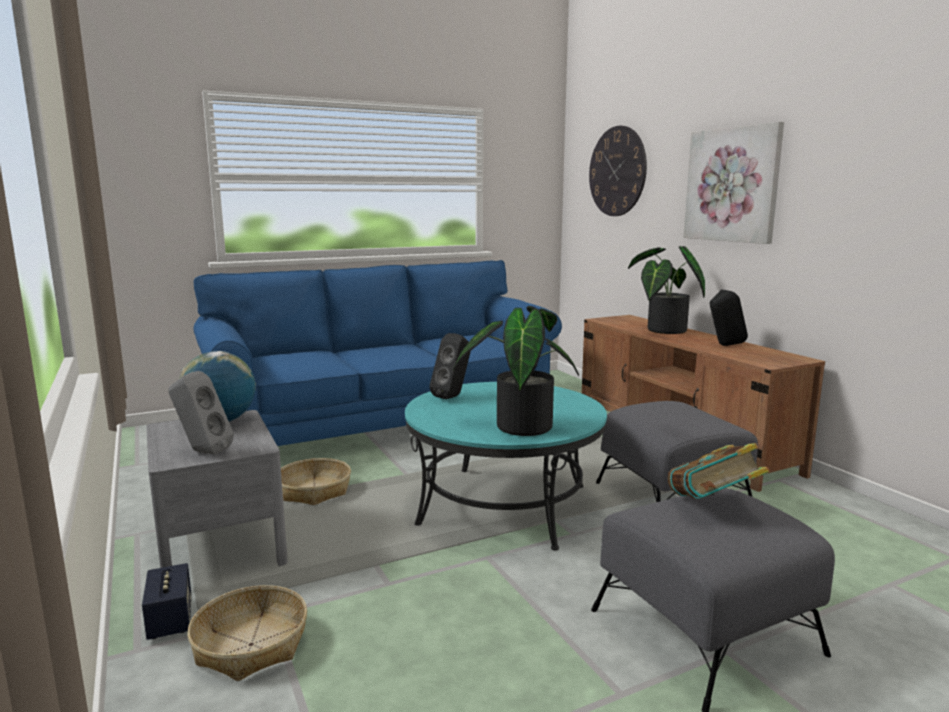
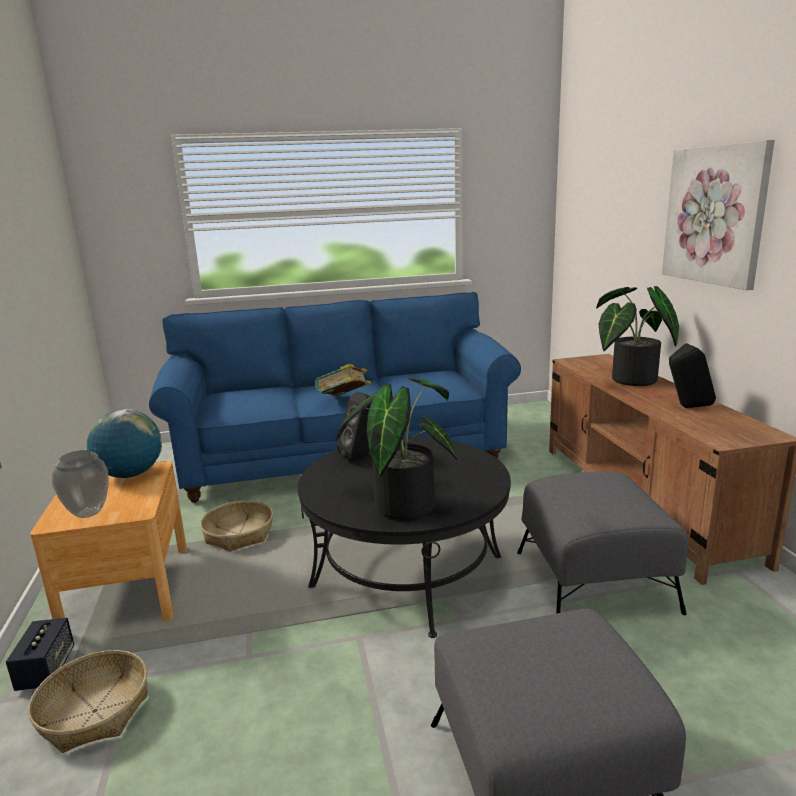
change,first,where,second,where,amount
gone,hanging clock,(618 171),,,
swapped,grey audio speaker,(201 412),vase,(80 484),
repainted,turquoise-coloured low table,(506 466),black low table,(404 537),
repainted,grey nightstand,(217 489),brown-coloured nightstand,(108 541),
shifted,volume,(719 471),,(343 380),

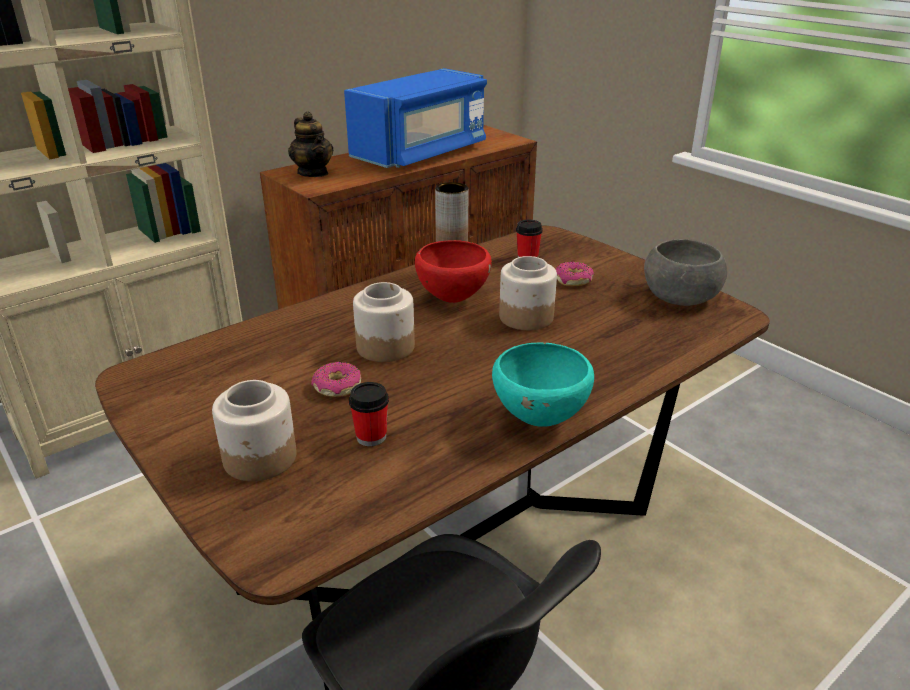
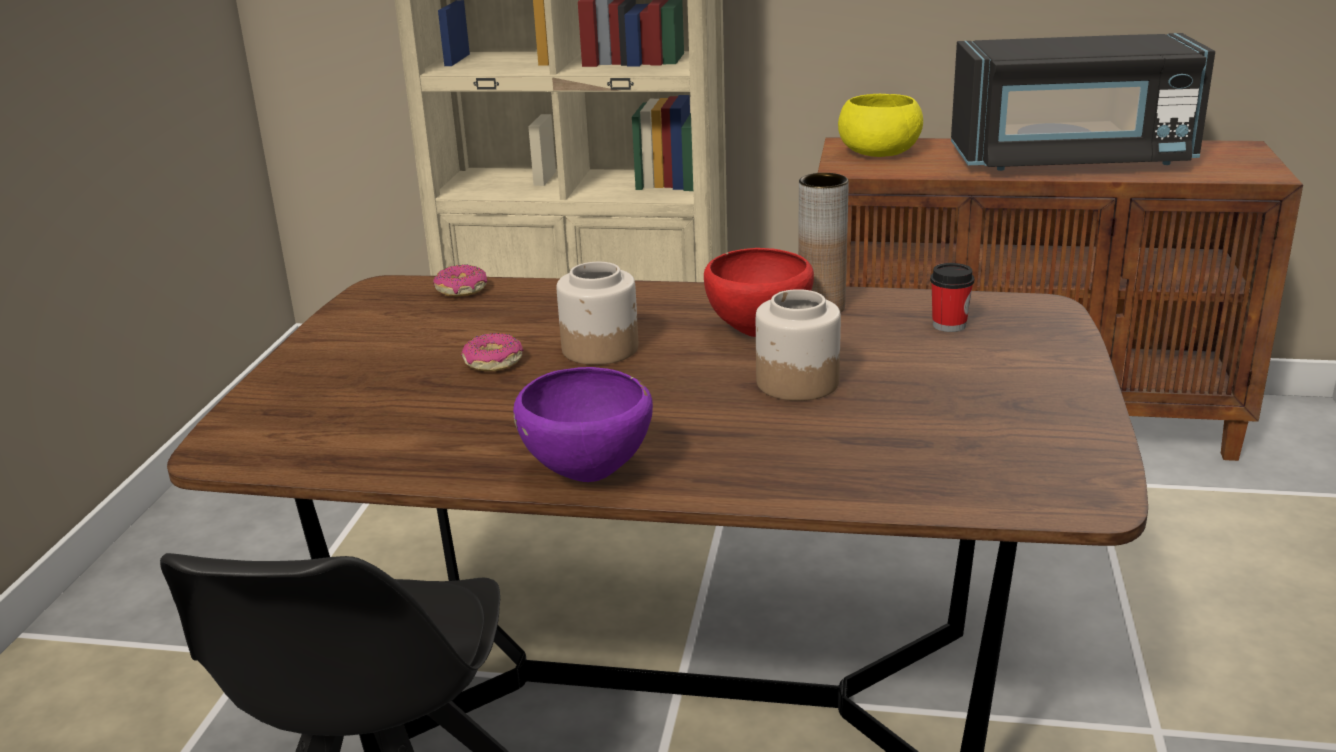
change,first,where,second,where,amount
repainted,blue microwave oven,(415 118),black microwave oven,(1083 102),
swapped,pot for tea,(311 144),yellow-coloured bowl,(880 125),
gone,grey bowl,(685 272),,,
shifted,doughnut,(575 273),,(460 280),
repainted,turquoise-coloured bowl,(543 385),purple bowl,(583 424),
gone,storage jar,(254 430),,,
gone,drinking cup,(369 414),,,

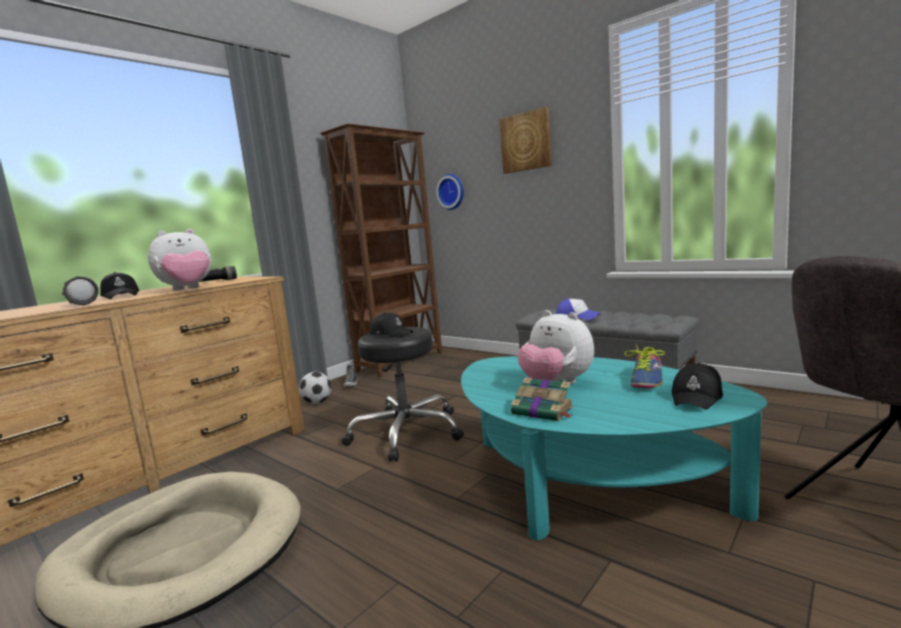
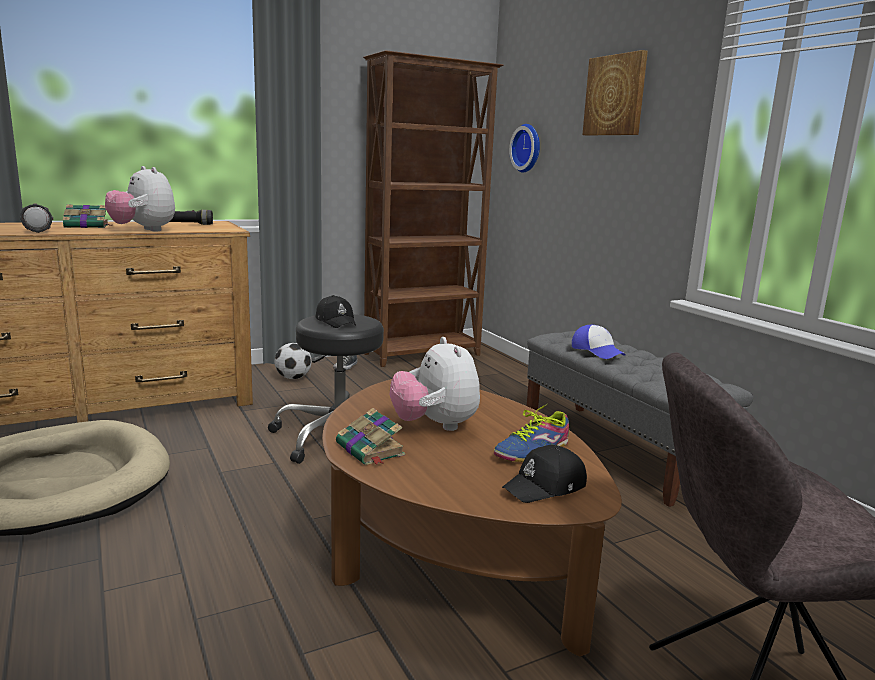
change,first,where,second,where,amount
rotated,plush toy,(180 260),,(140 198),60 degrees clockwise
swapped,black baseball cap,(119 285),volume,(88 216),
repainted,turquoise-coloured low table,(614 448),brown-coloured low table,(472 517),

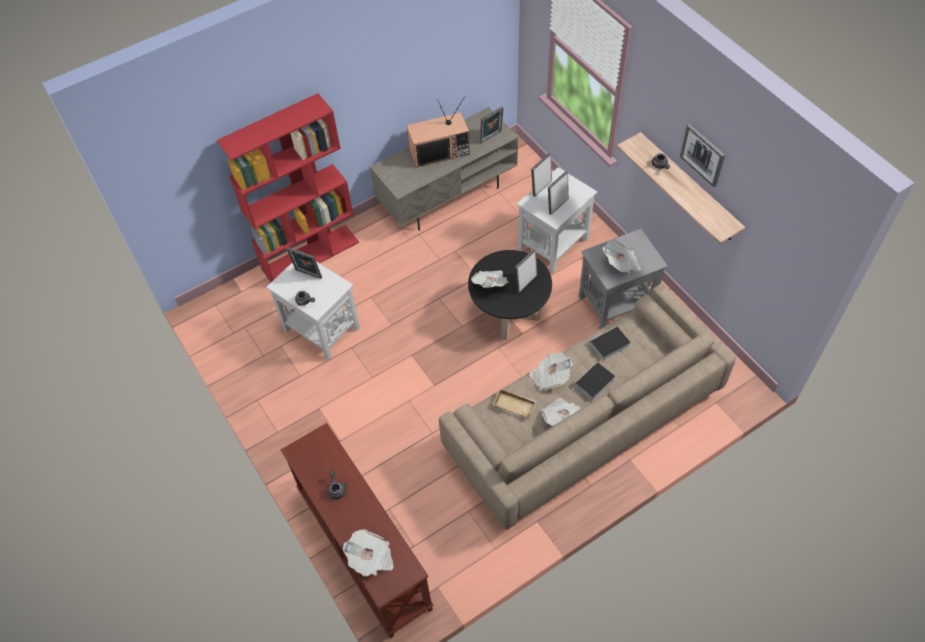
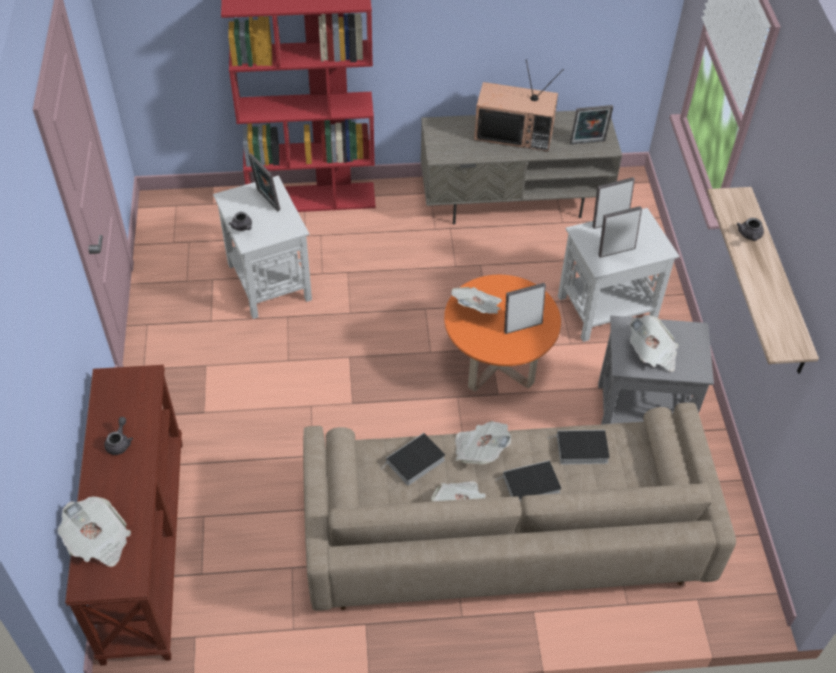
change,first,where,second,where,amount
gone,picture,(702 155),,,
repainted,black low table,(510 294),orange low table,(502 333),
swapped,beige-coloured tray,(515 403),volume,(412 459),

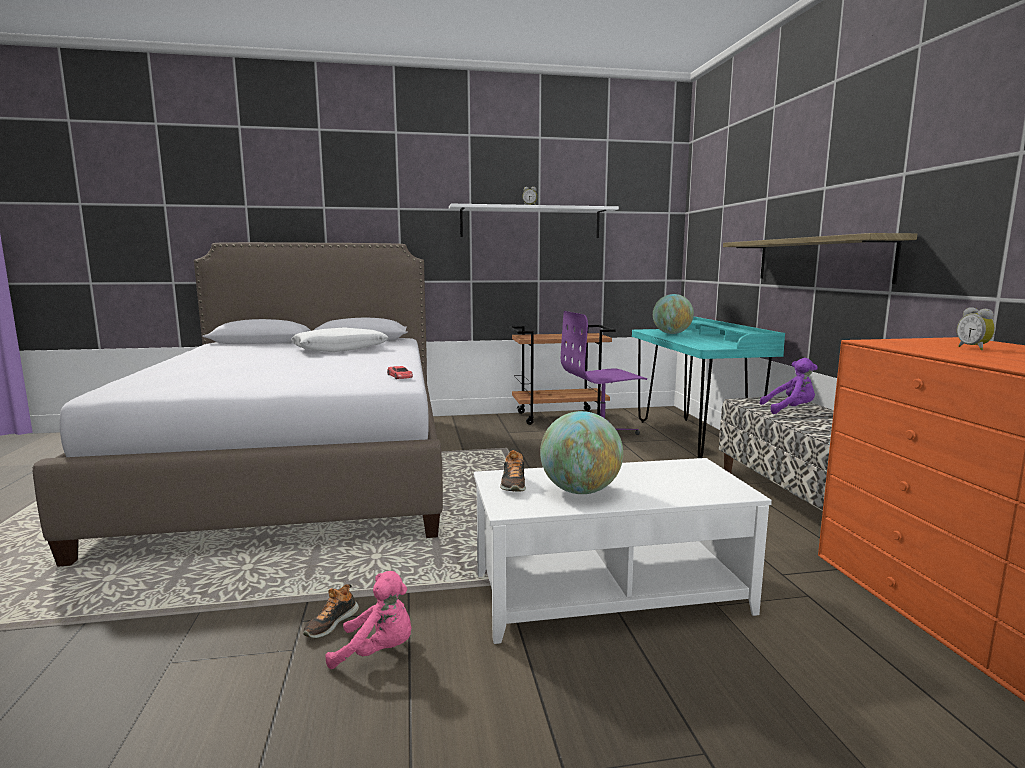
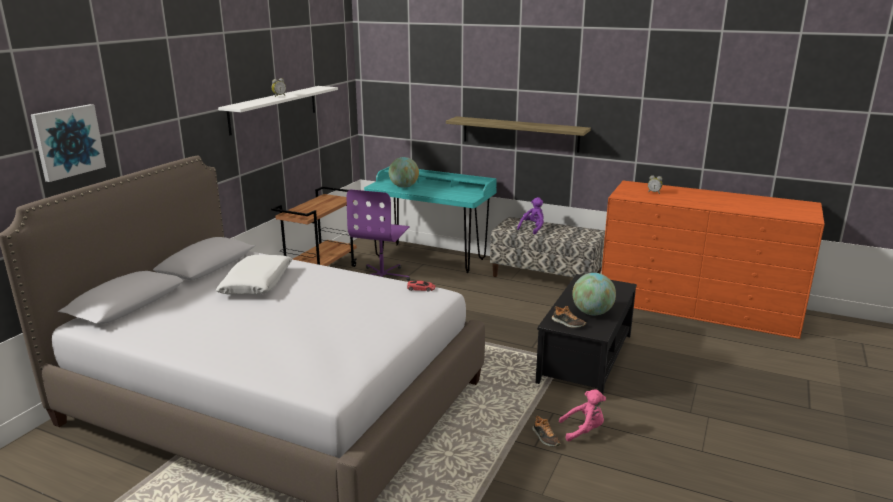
change,first,where,second,where,amount
repainted,white low table,(623 551),black low table,(586 334),
rotated,pinkish plush toy,(368 620),,(582 415),45 degrees clockwise
new,,,picture,(68 143),

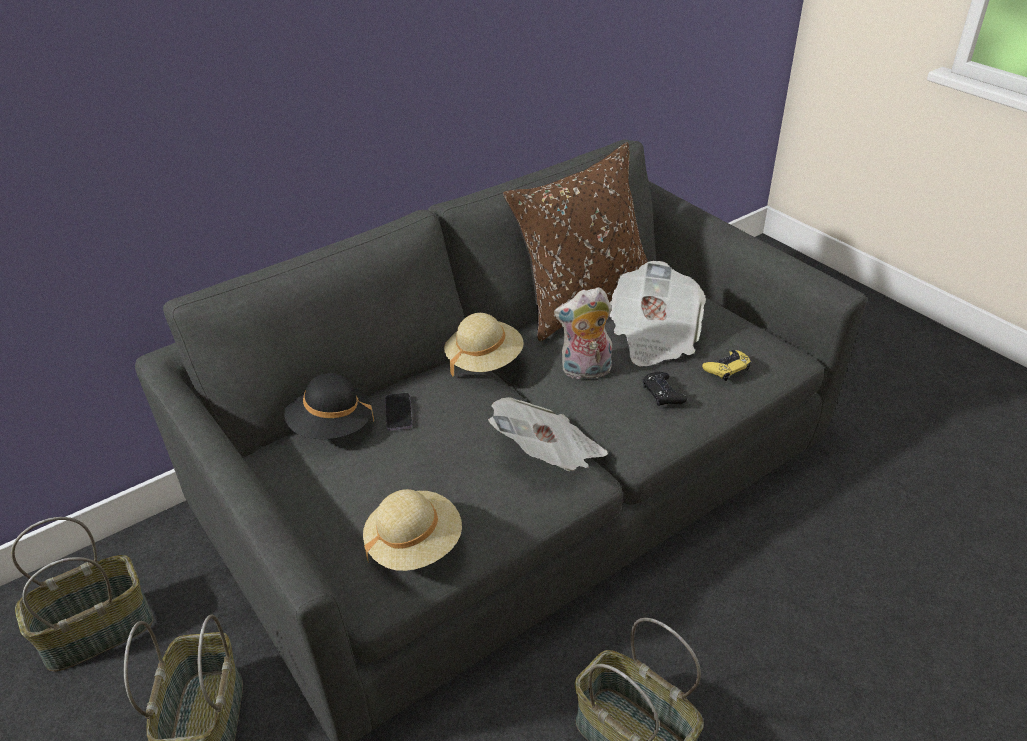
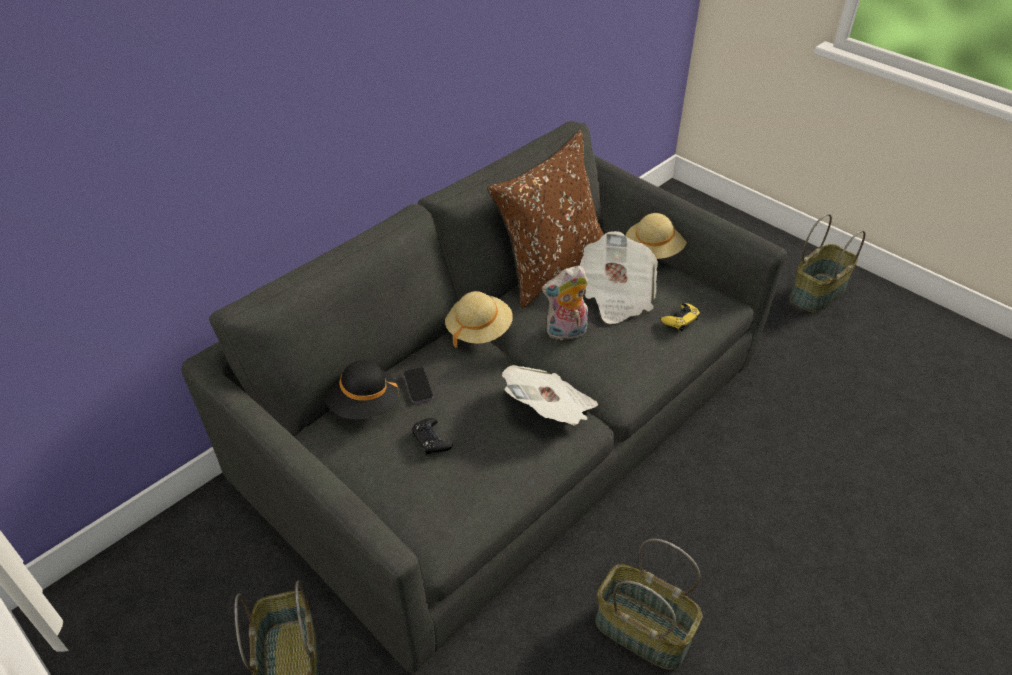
change,first,where,second,where,amount
shifted,black gamepad,(665 389),,(432 436),
shifted,beige-coloured clothing hat,(412 530),,(656 236),
shifted,basket,(82 594),,(828 263),

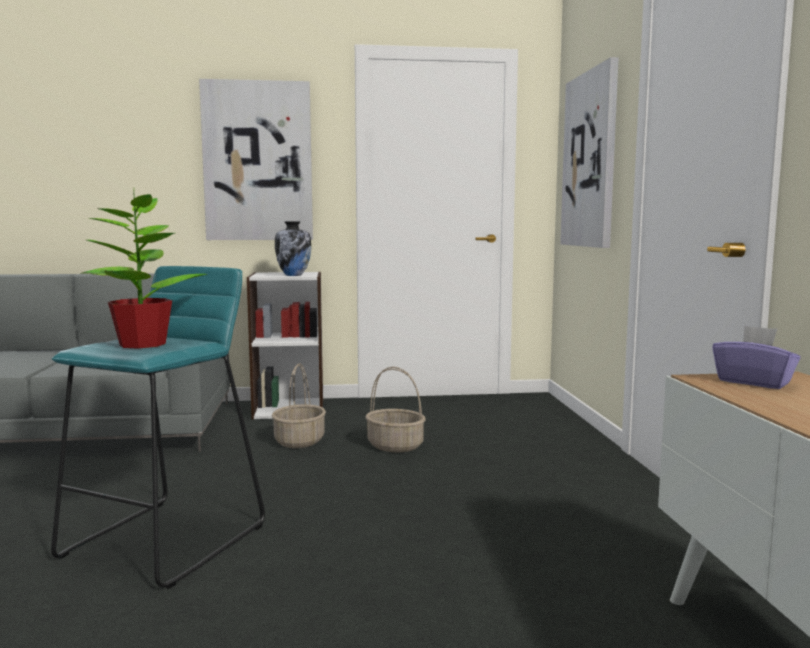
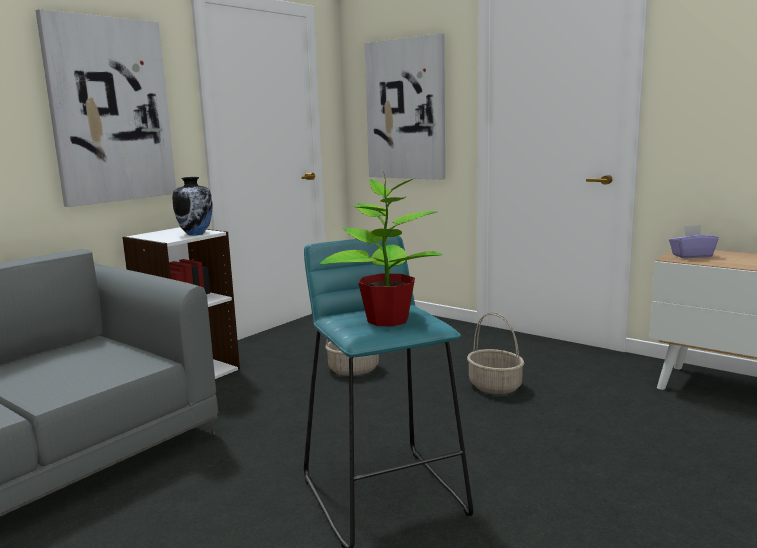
change,first,where,second,where,amount
shifted,basket,(299 405),,(495 353),

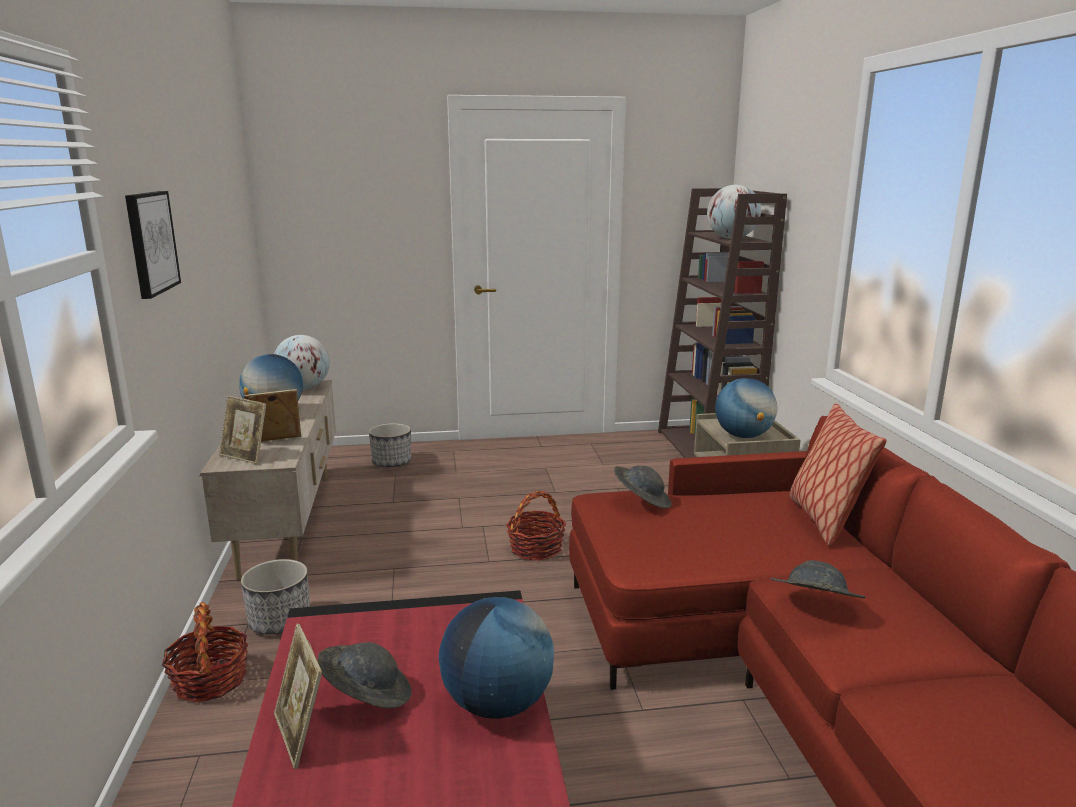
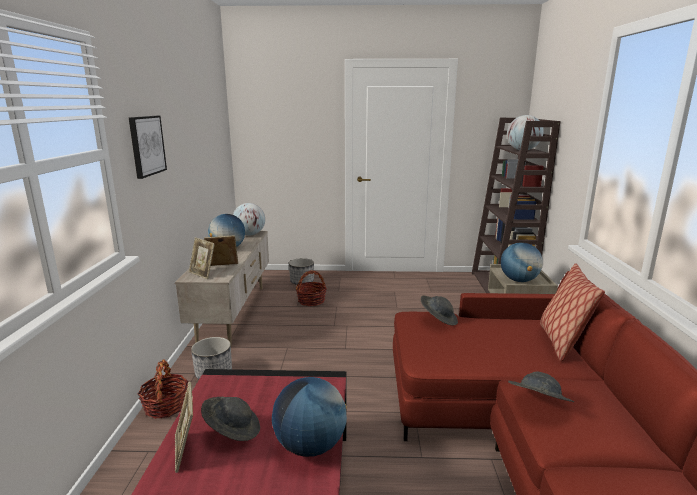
change,first,where,second,where,amount
shifted,basket,(536 526),,(311 288),

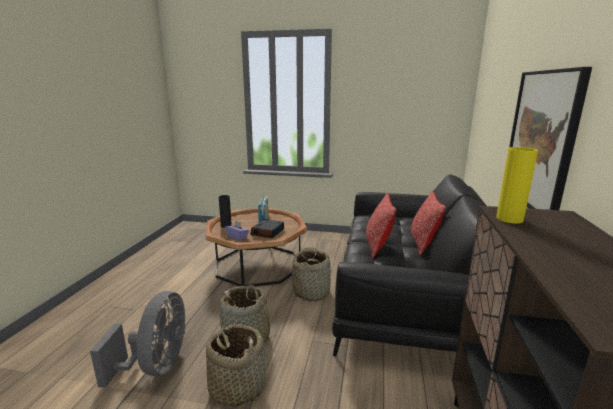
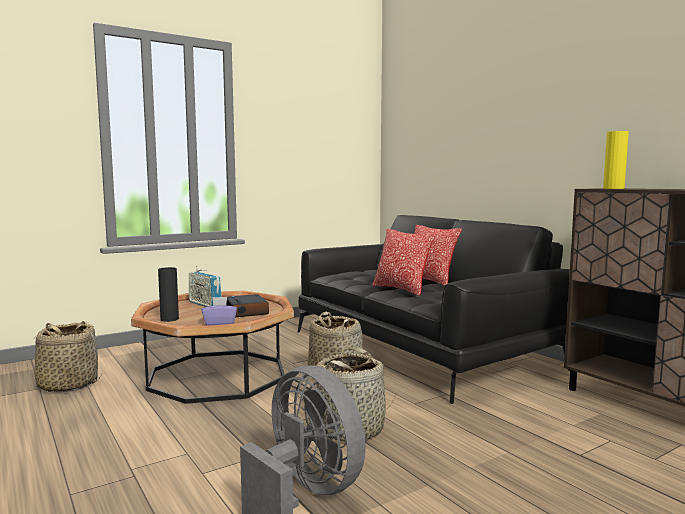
change,first,where,second,where,amount
gone,picture,(550 138),,,
shifted,basket,(236 365),,(64 356),

